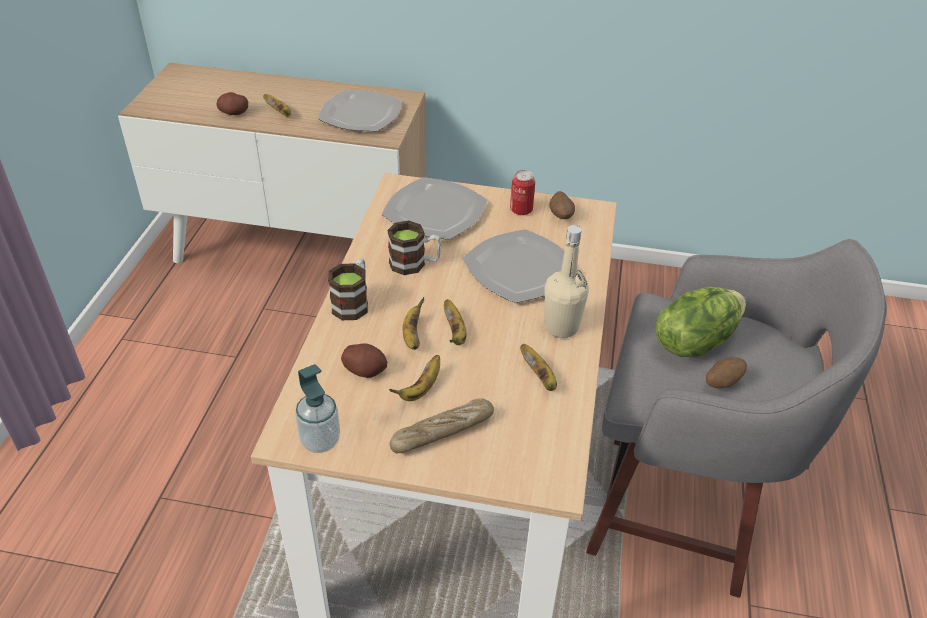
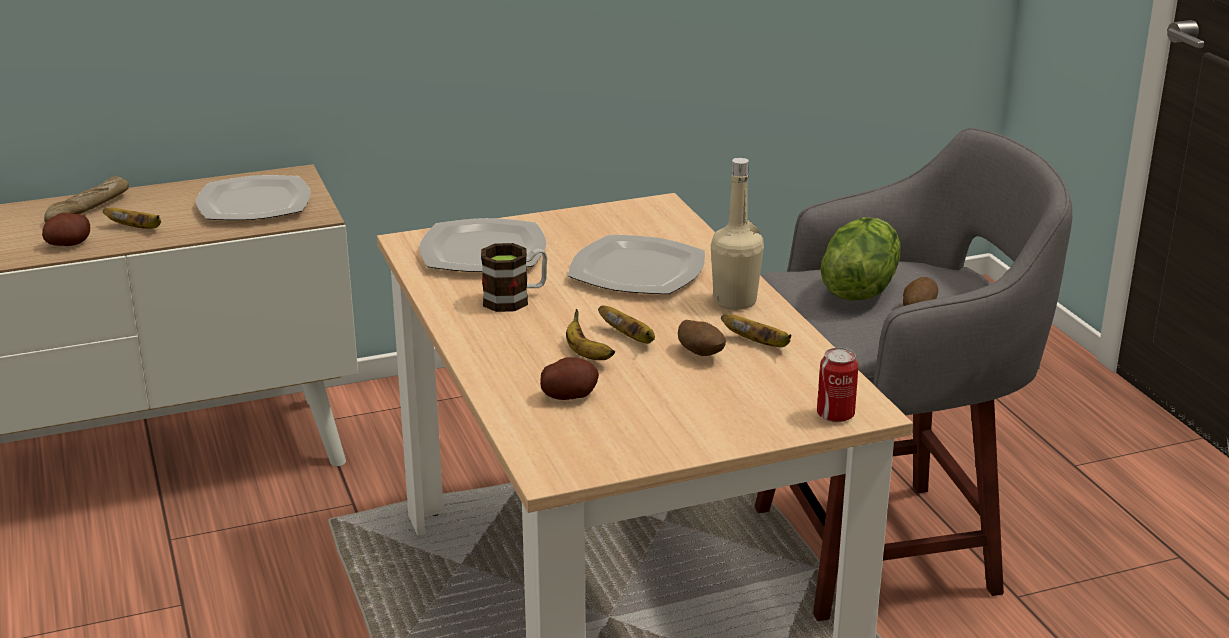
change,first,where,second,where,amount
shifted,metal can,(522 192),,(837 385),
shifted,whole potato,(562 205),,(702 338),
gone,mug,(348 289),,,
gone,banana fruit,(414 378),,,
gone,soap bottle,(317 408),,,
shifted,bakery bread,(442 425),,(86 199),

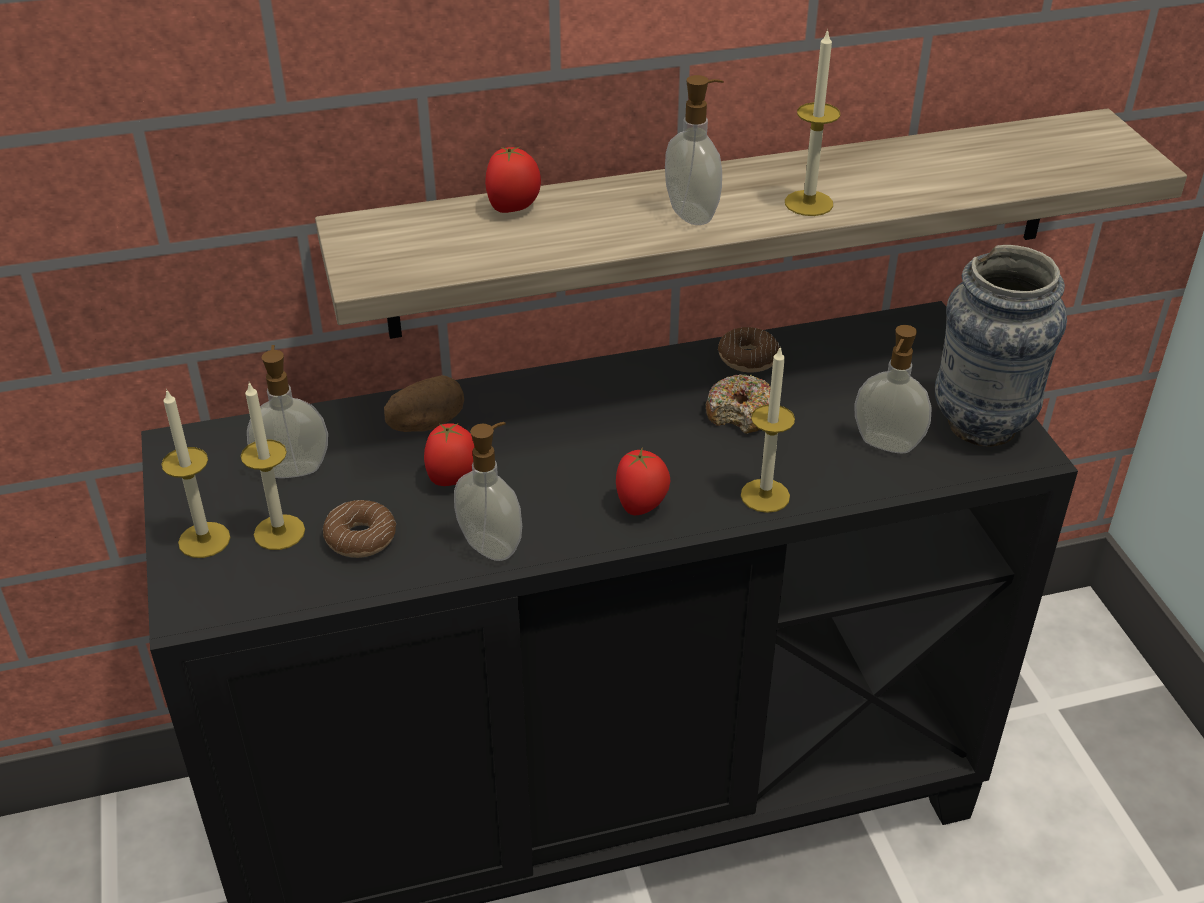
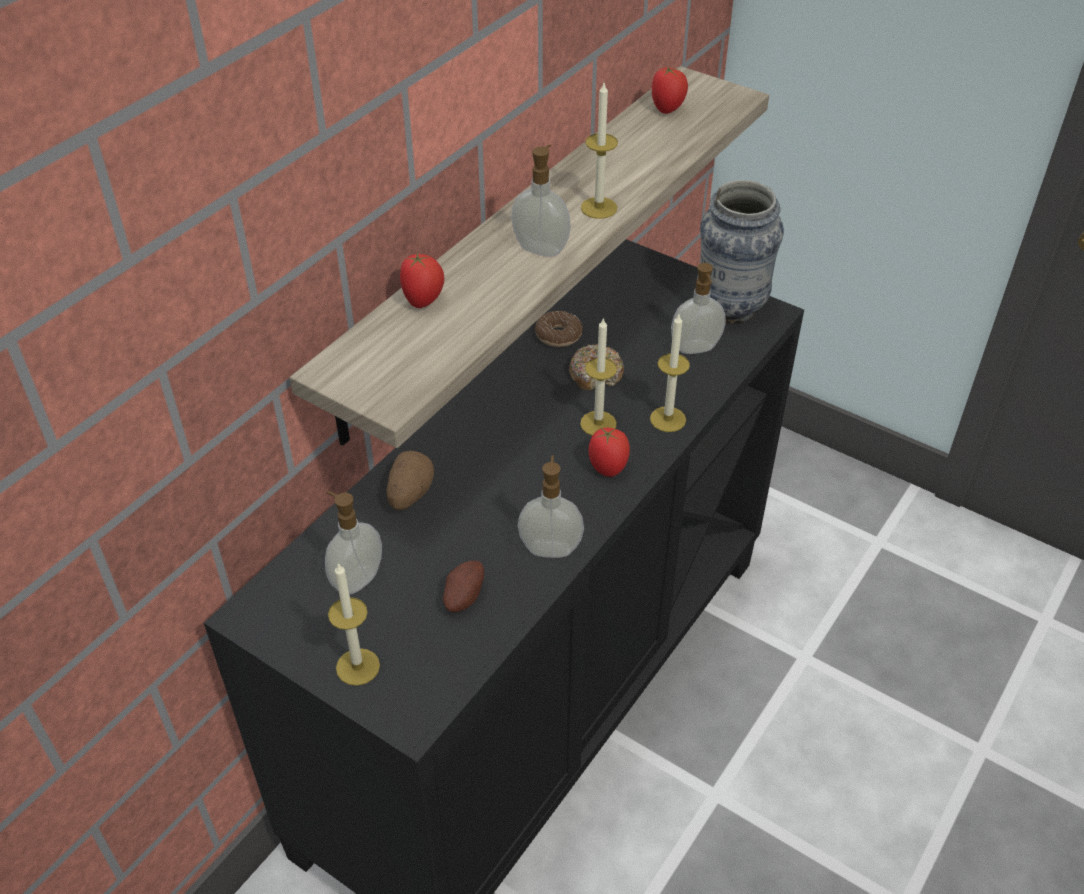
change,first,where,second,where,amount
shifted,candle,(273 466),,(598 376),
shifted,whole tomato,(449 454),,(670 90),
swapped,doughnut,(359 529),whole potato,(463 586),

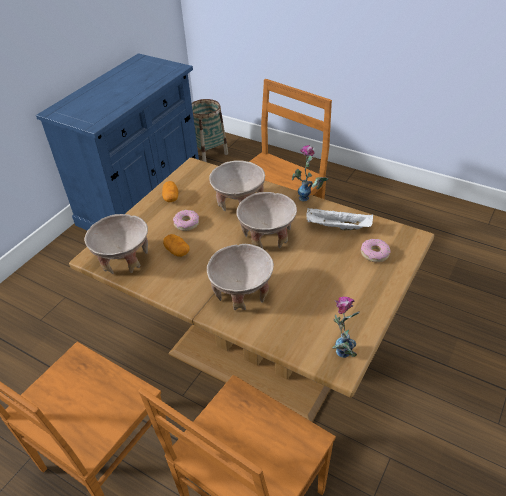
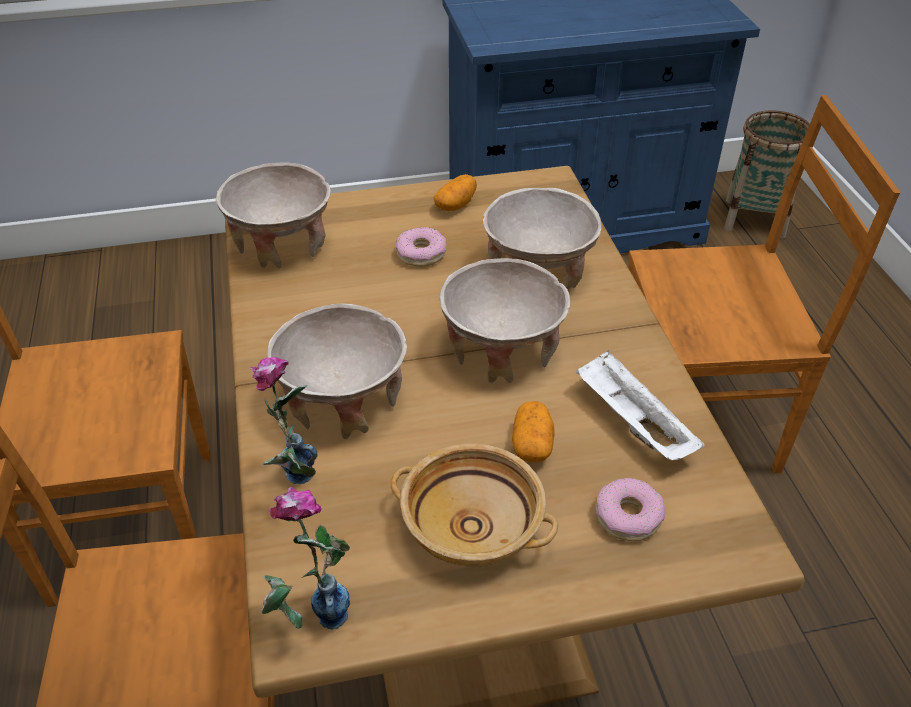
change,first,where,second,where,amount
shifted,vase,(310 173),,(283 420),
shifted,whole potato,(176 245),,(533 432),
new,,,beige-coloured bowl,(474 505),

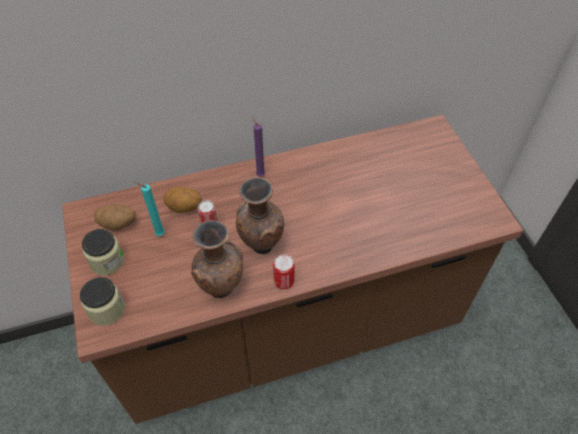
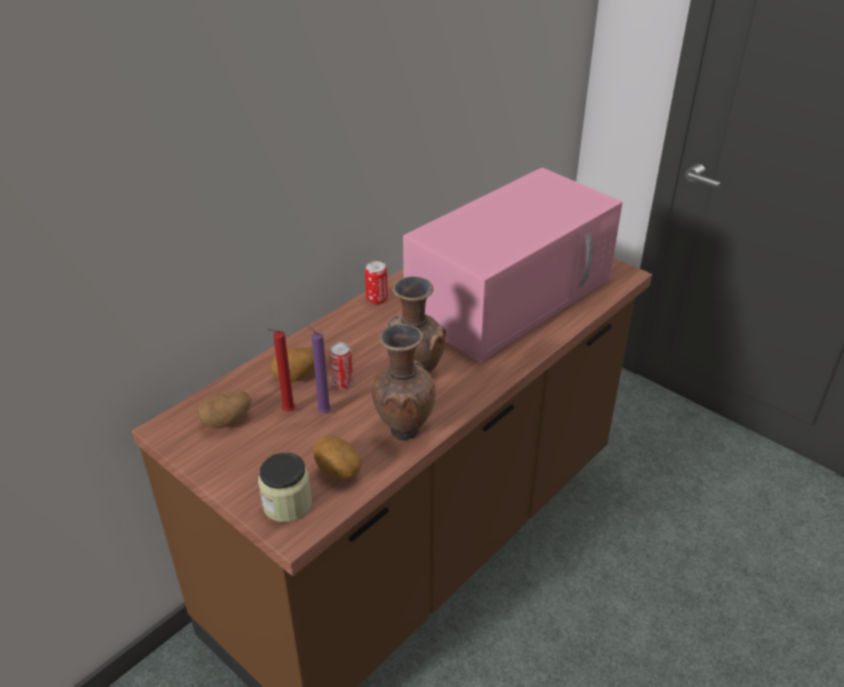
change,first,where,second,where,amount
shifted,purple candle,(258 146),,(318 368),
repainted,turquoise-coloured candle,(149 209),reddish candle,(281 370),
gone,storage jar,(103 252),,,
shifted,metal can,(284 271),,(376 282),
new,,,pinkish microwave oven,(513 265),
new,,,whole potato,(337 457),

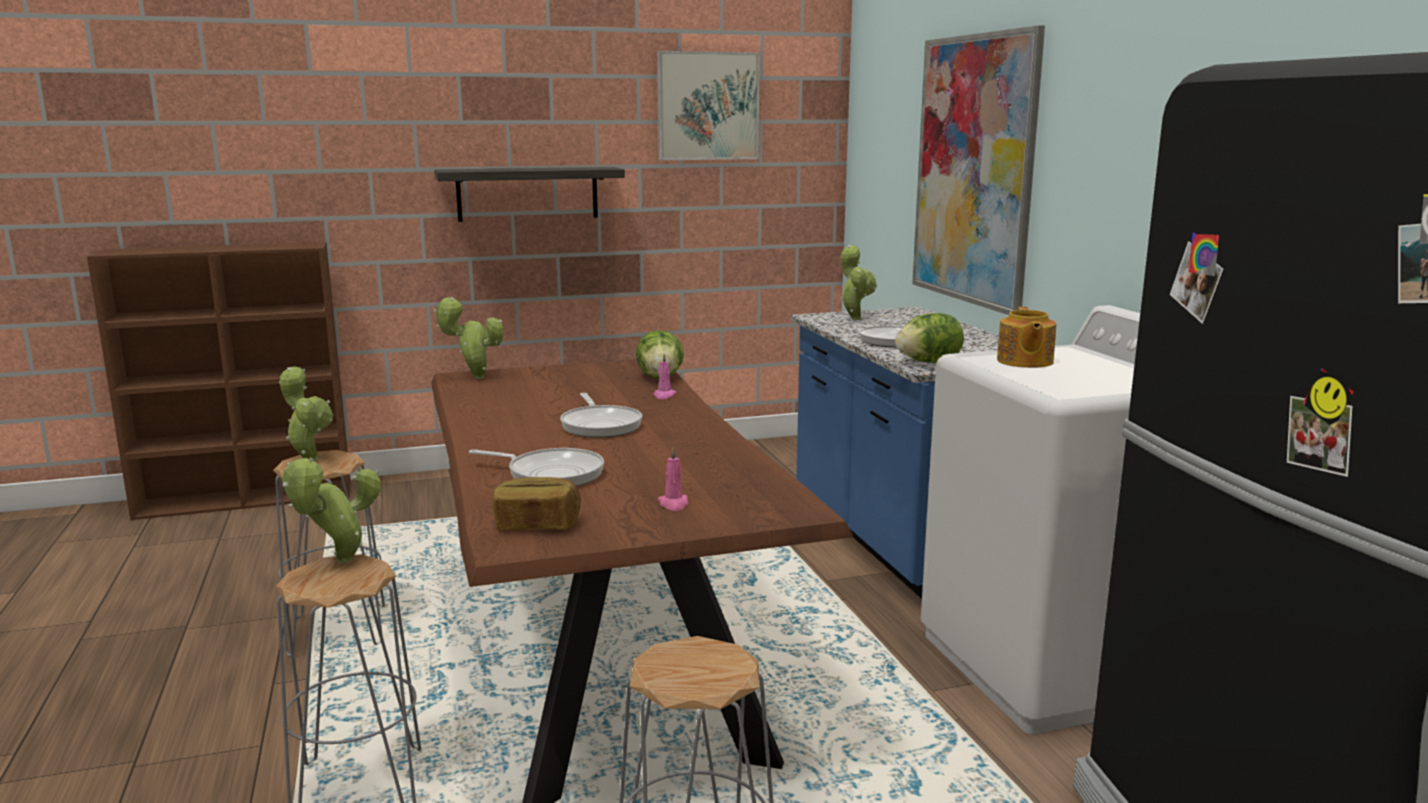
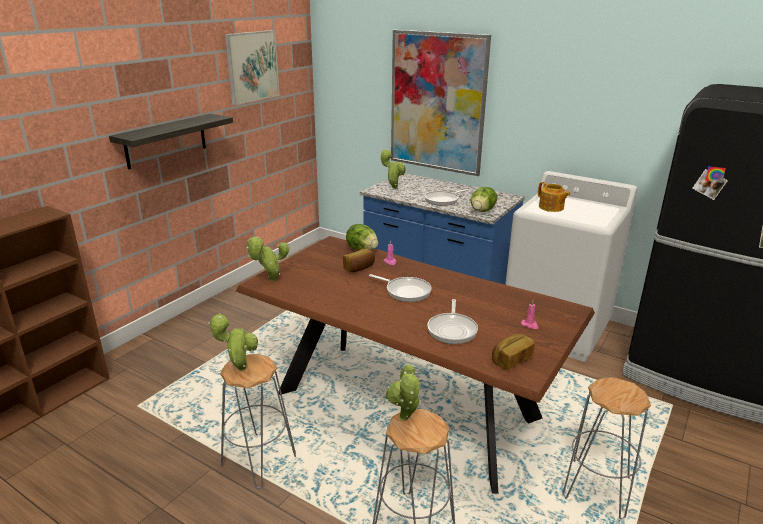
change,first,where,second,where,amount
rotated,frying pan,(536 467),,(452 321),120 degrees clockwise
new,,,bakery bread,(359 260),

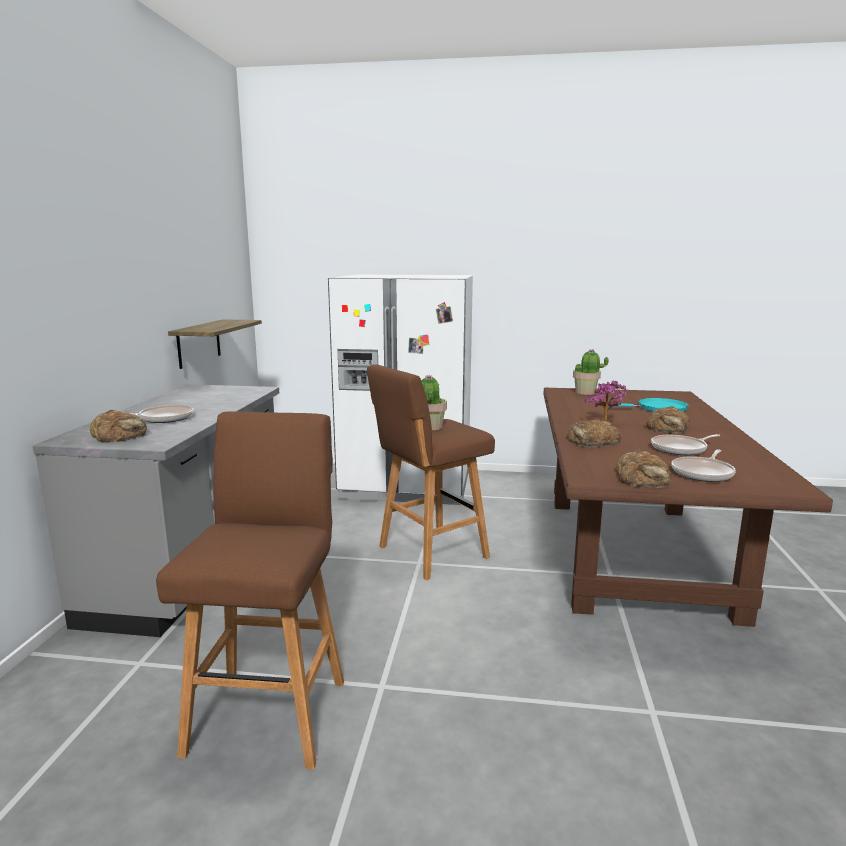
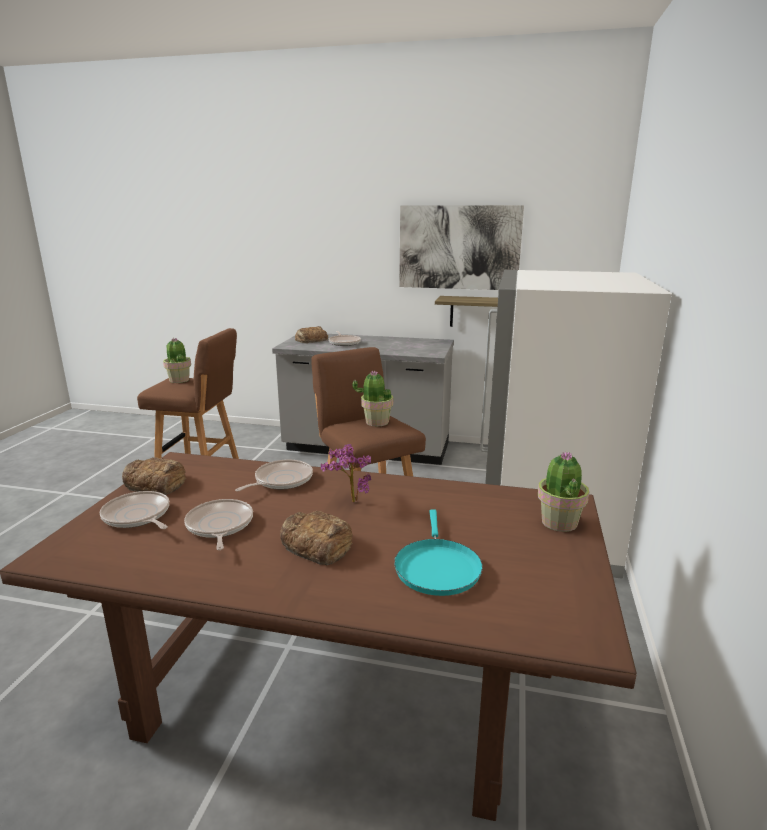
change,first,where,second,where,amount
swapped,bakery bread,(594 433),frying pan,(274 475),
new,,,picture,(461 247),
new,,,potted plant,(177 360),

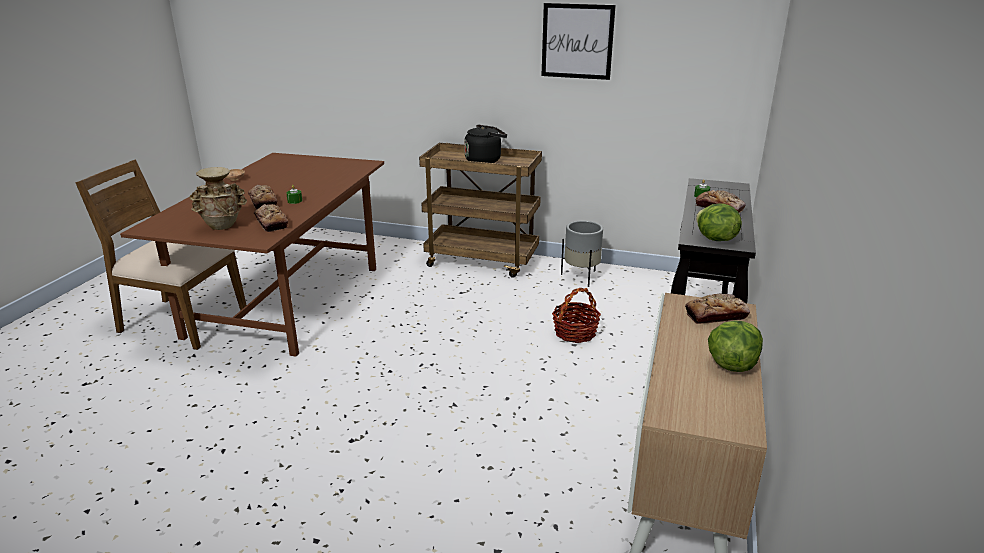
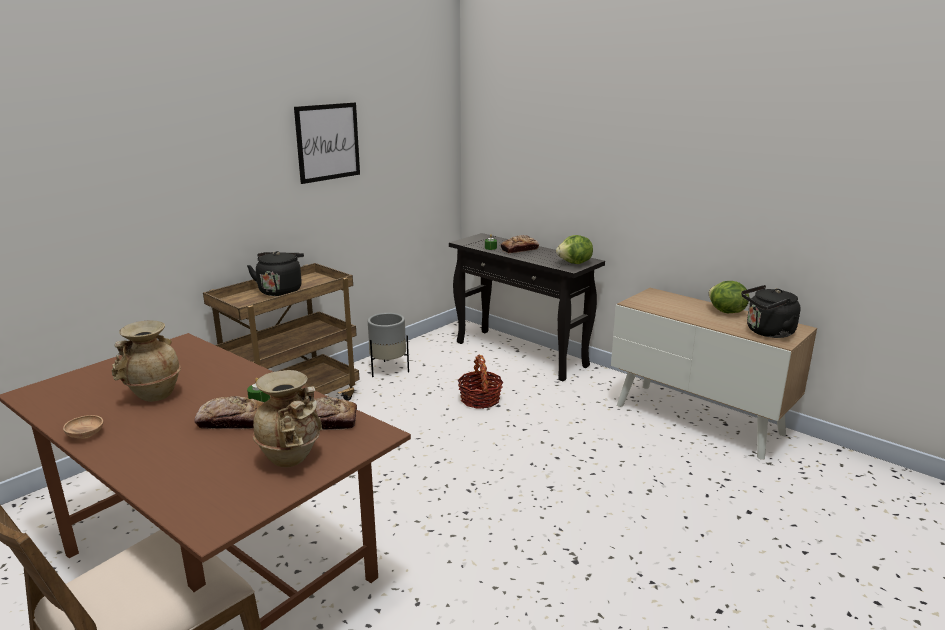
change,first,where,second,where,amount
gone,bakery bread,(717 309),,,
new,,,black kettle,(771 311),
new,,,beige-coloured vase,(146 361),

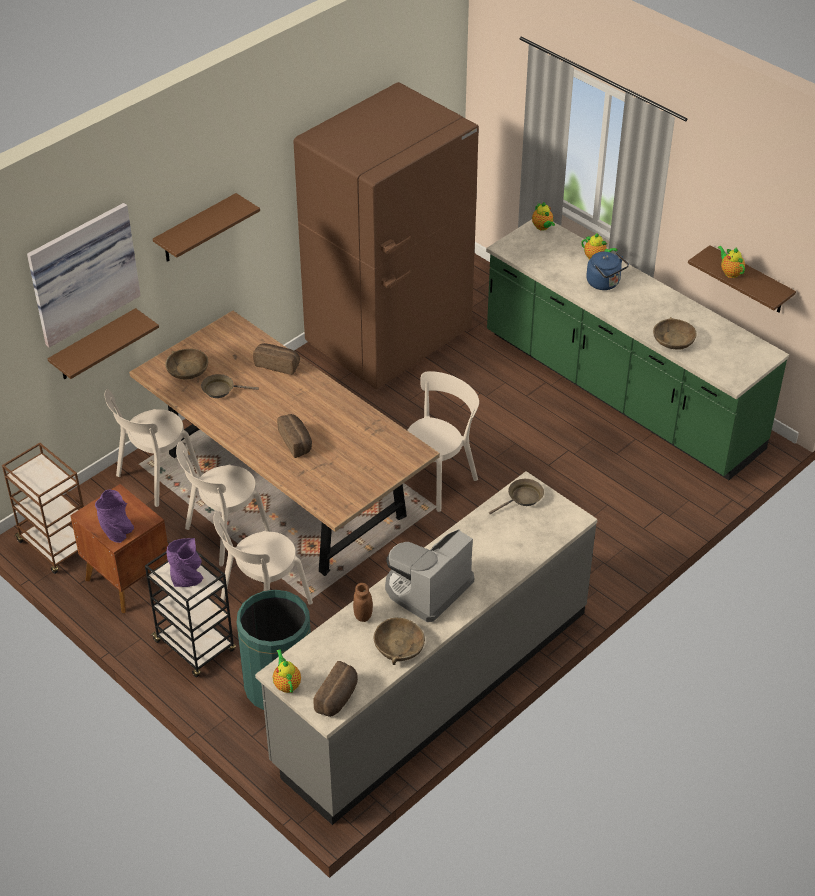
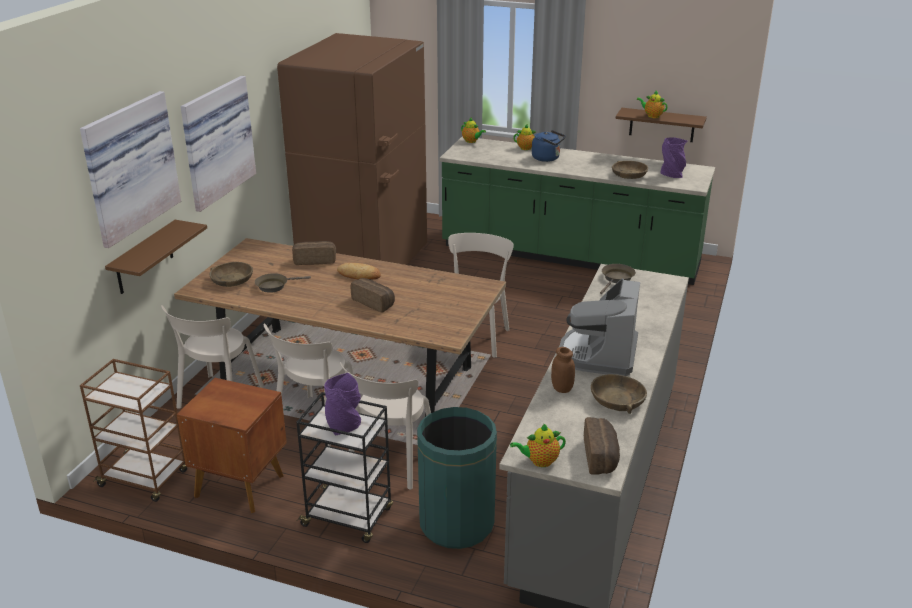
change,first,where,second,where,amount
swapped,brown-coloured bracket shelf,(206 227),picture,(218 144),
shifted,purple vase,(114 516),,(674 157),
rotated,pot for tea,(287 671),,(538 445),60 degrees counterclockwise
new,,,bakery bread,(359 271),

